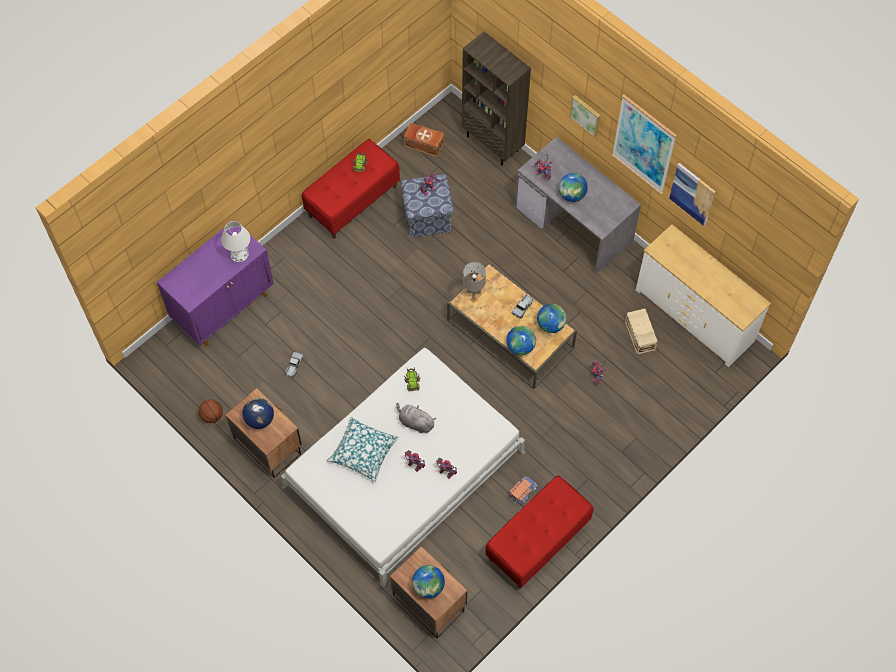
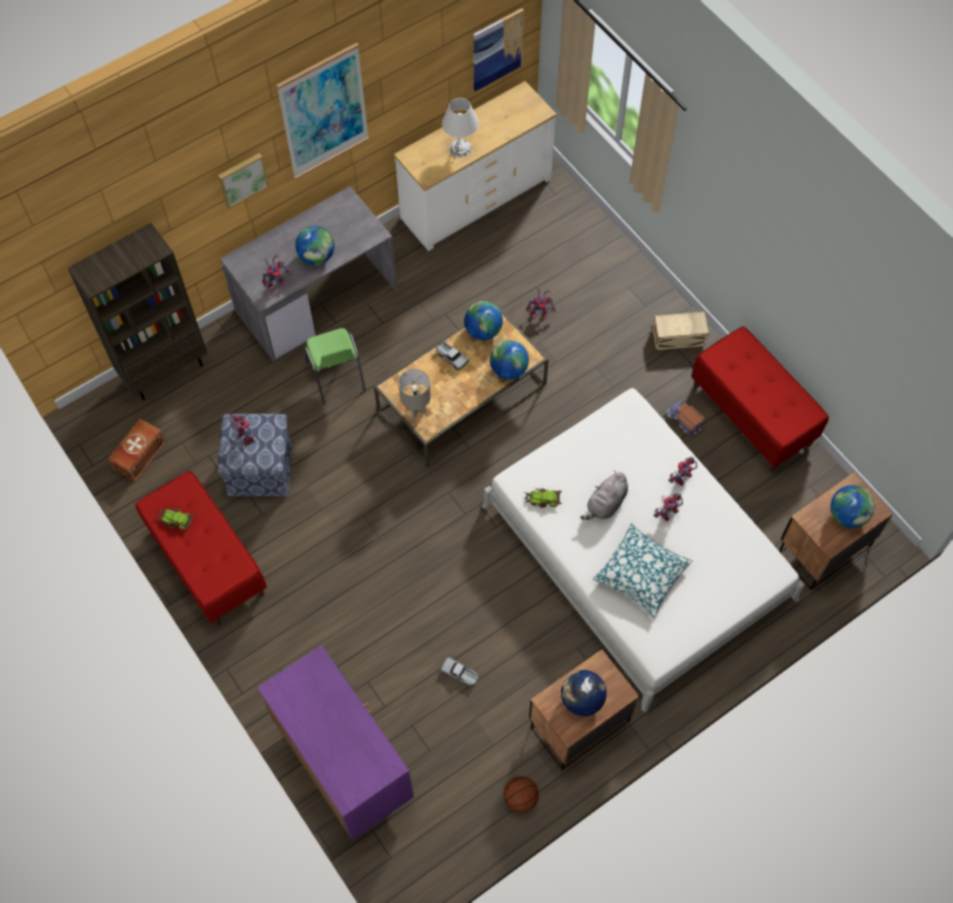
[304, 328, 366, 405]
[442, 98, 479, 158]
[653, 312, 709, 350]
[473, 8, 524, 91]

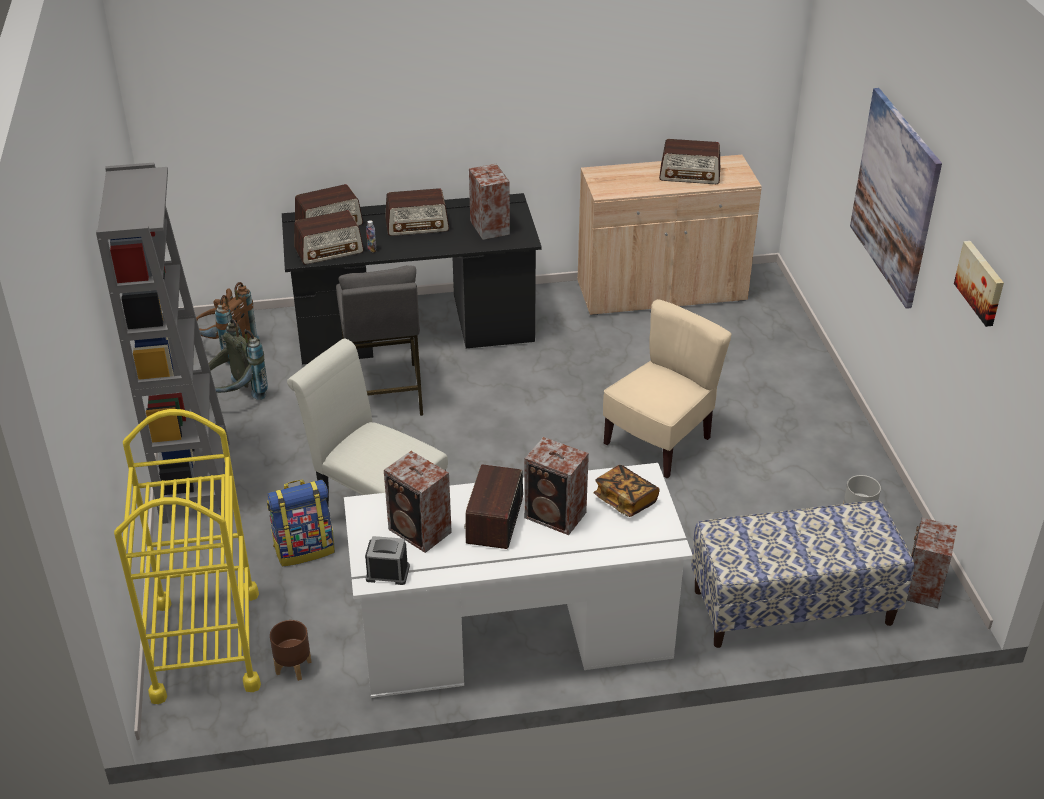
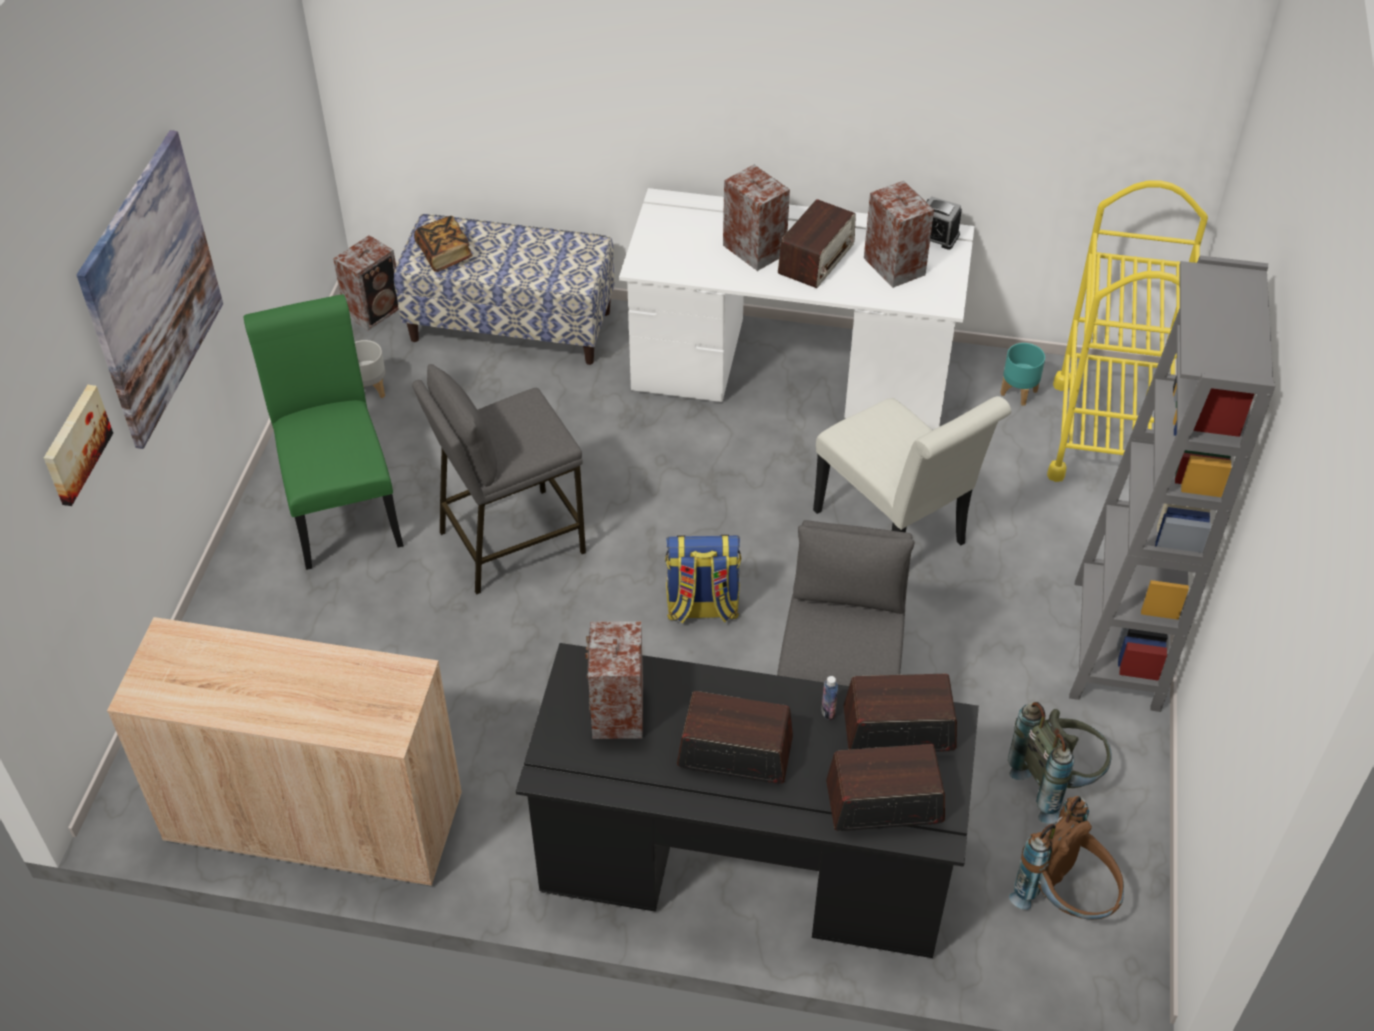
[659, 139, 720, 184] (first image)
[244, 294, 404, 570]
[665, 535, 741, 623]
[414, 216, 473, 272]
[44, 385, 113, 506]
[412, 364, 586, 595]
[1000, 343, 1045, 406]

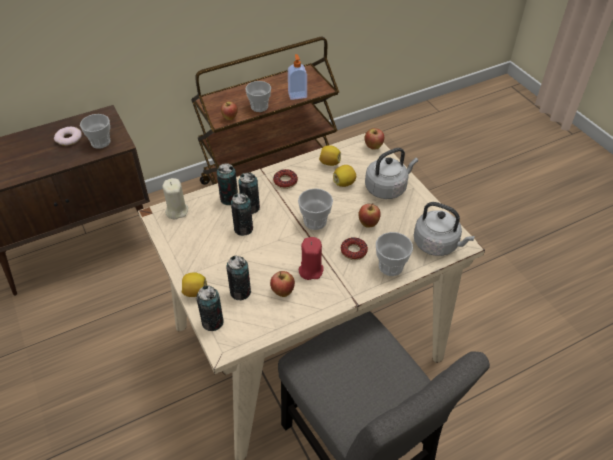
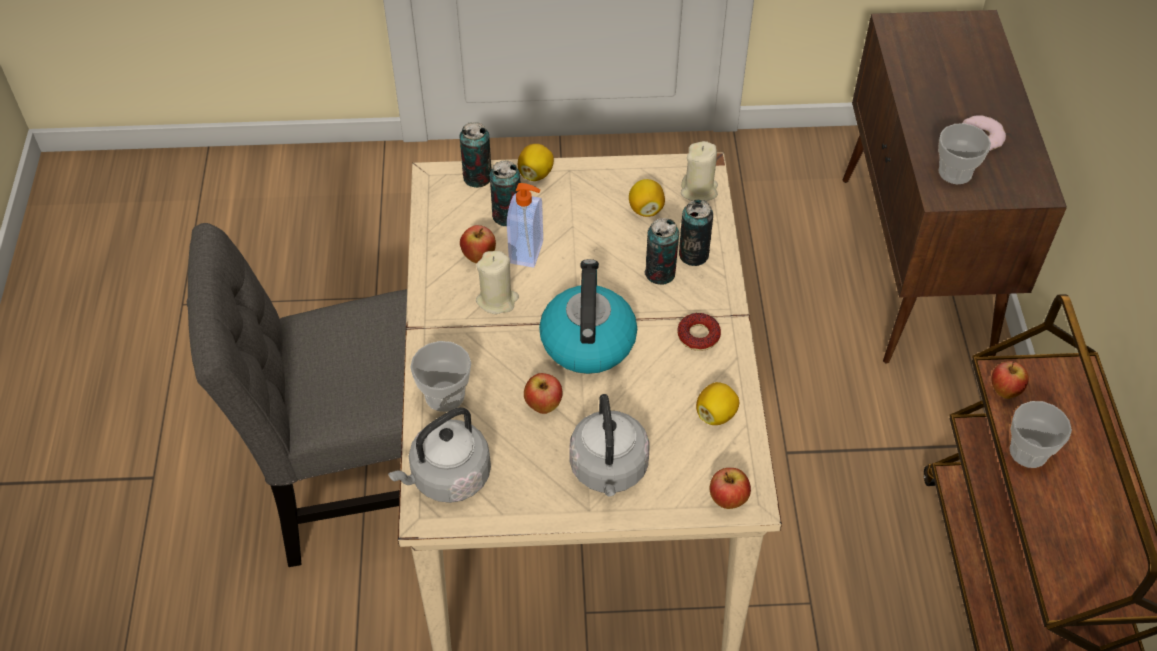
[231, 193, 253, 236] (first image)
[341, 237, 368, 260] (first image)
[507, 183, 543, 268]
[629, 179, 665, 217]
[539, 259, 637, 374]
[476, 251, 519, 314]

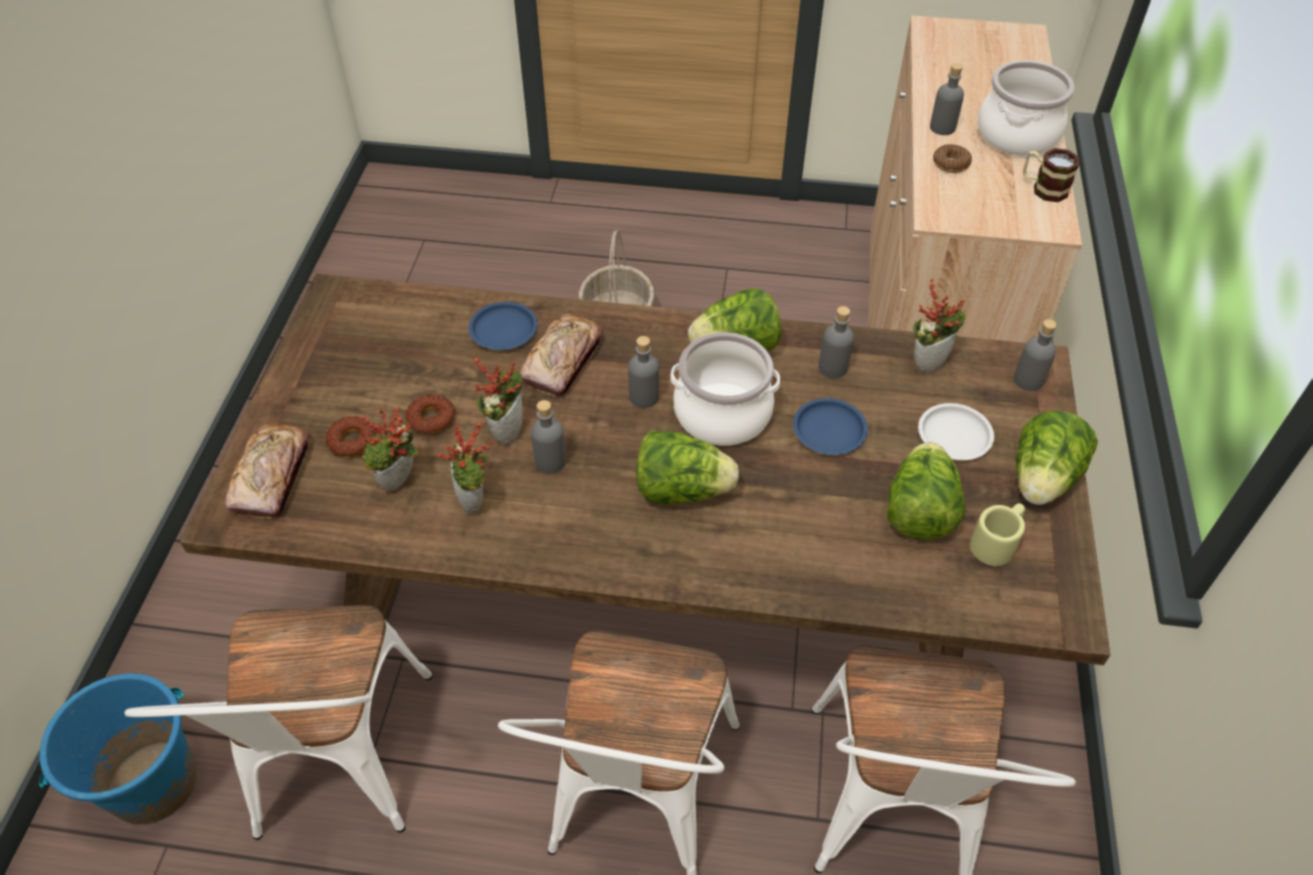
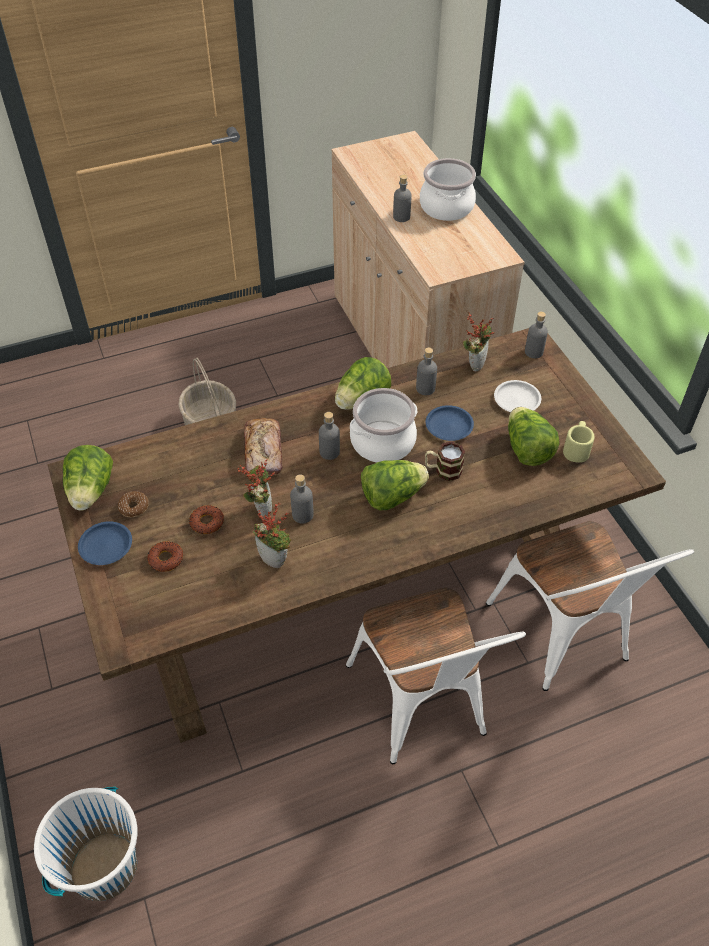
[125, 605, 432, 840] (first image)
[225, 424, 309, 519] (first image)
[360, 406, 419, 492] (first image)
[78, 521, 132, 565]
[118, 491, 149, 518]
[63, 445, 113, 511]
[425, 441, 465, 481]
[34, 787, 137, 901]

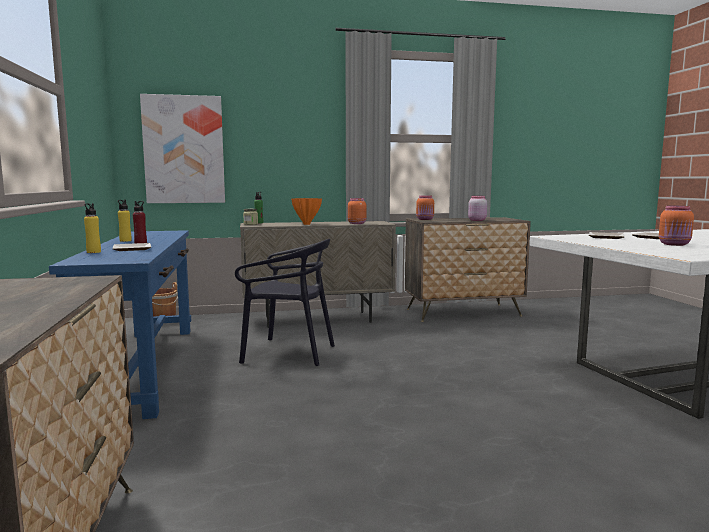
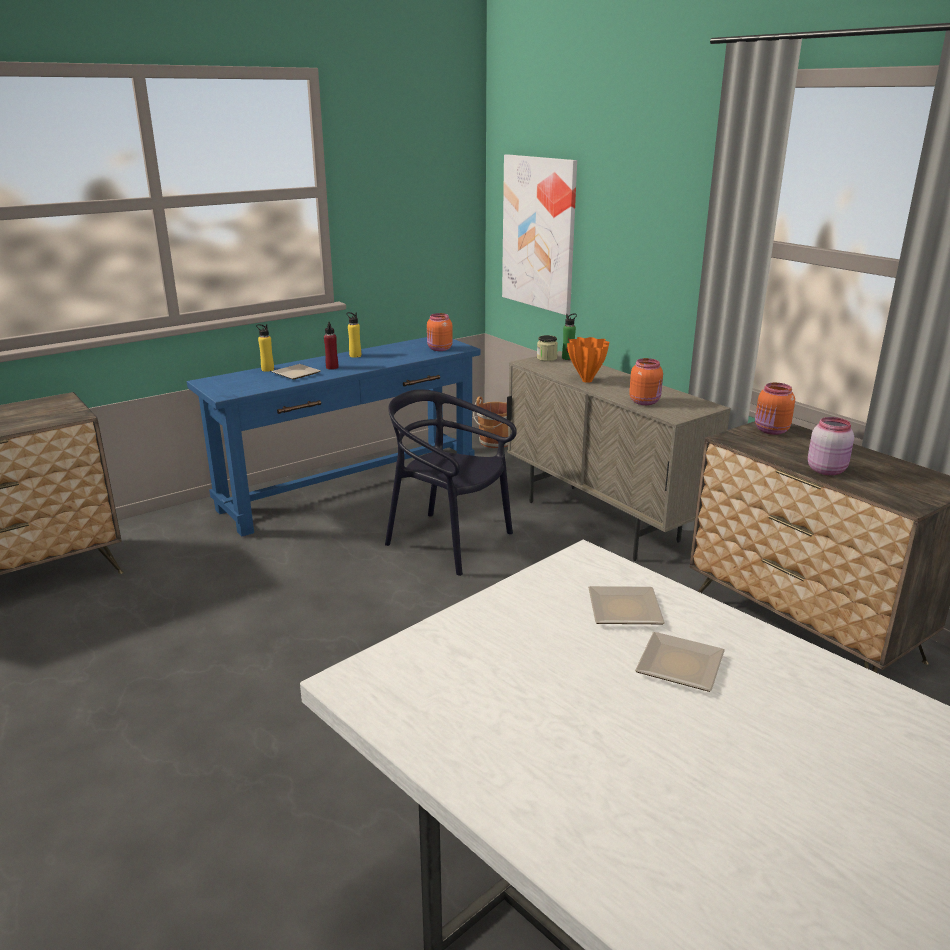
[427, 313, 453, 351]
[385, 389, 517, 576]

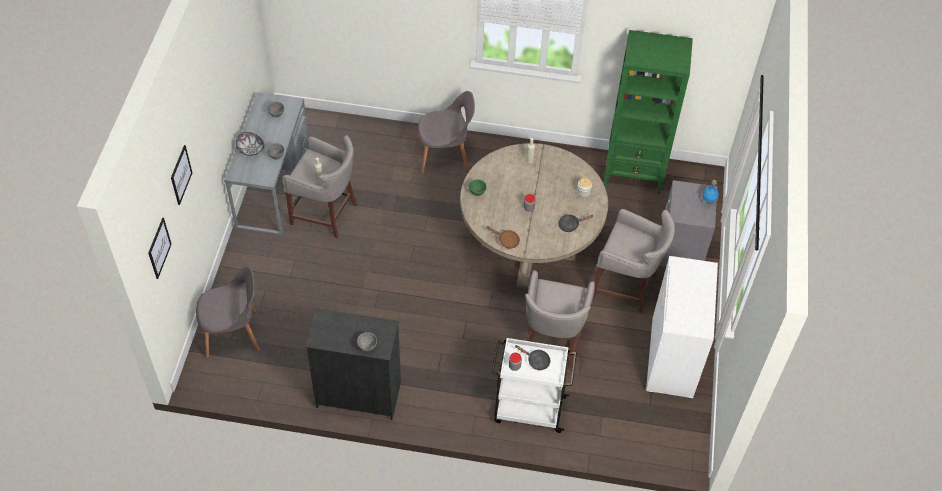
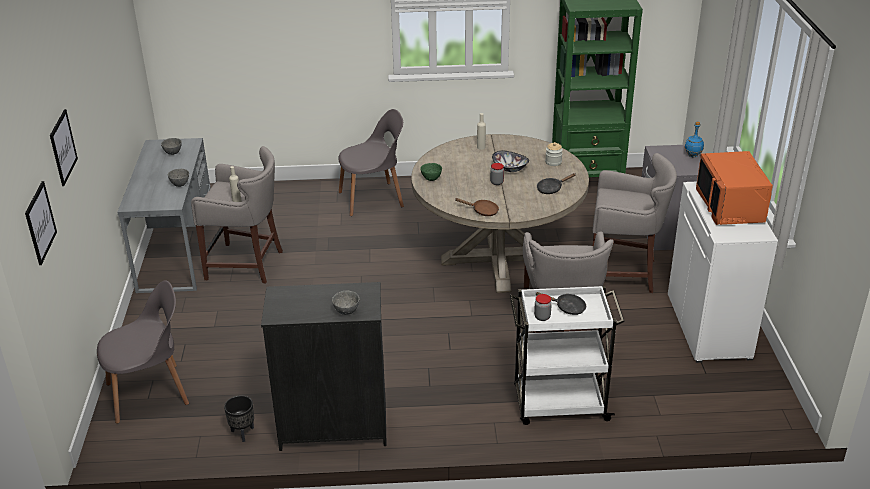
[224, 395, 254, 442]
[696, 151, 773, 225]
[492, 151, 529, 172]

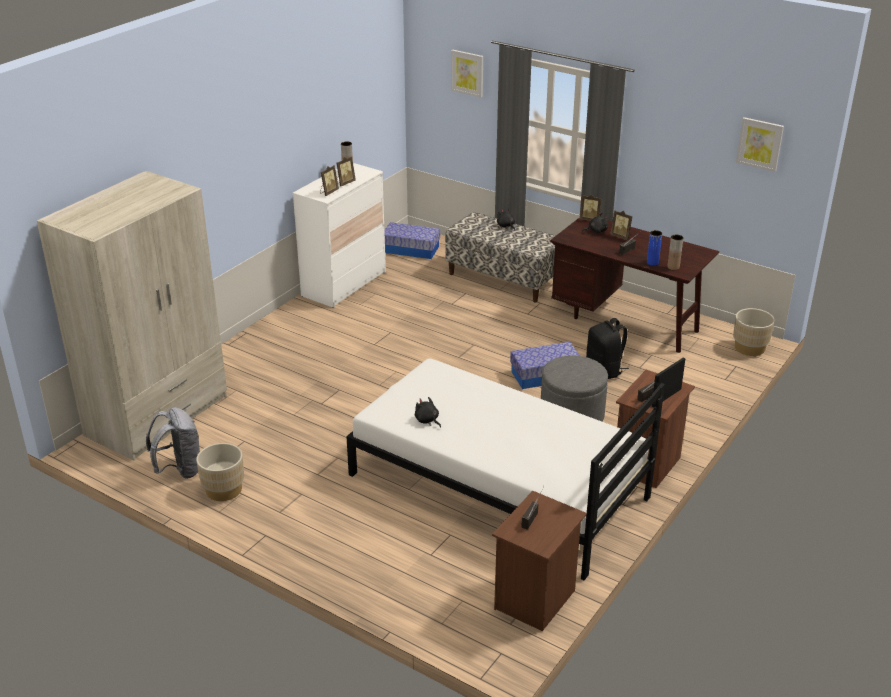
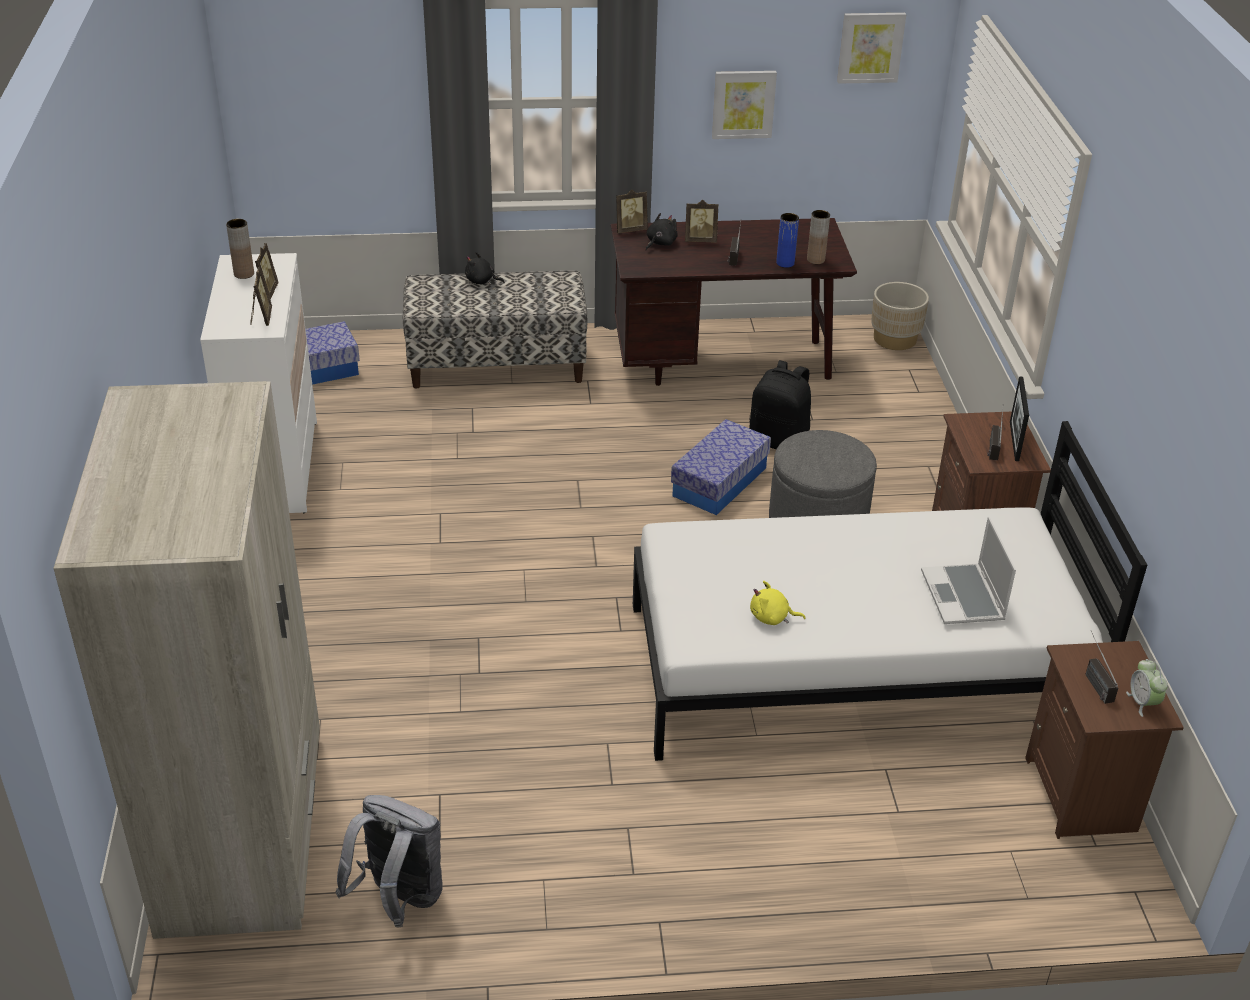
[196, 443, 244, 501] (first image)
[921, 517, 1016, 624]
[1126, 659, 1168, 717]
[712, 71, 777, 139]
[750, 581, 806, 625]

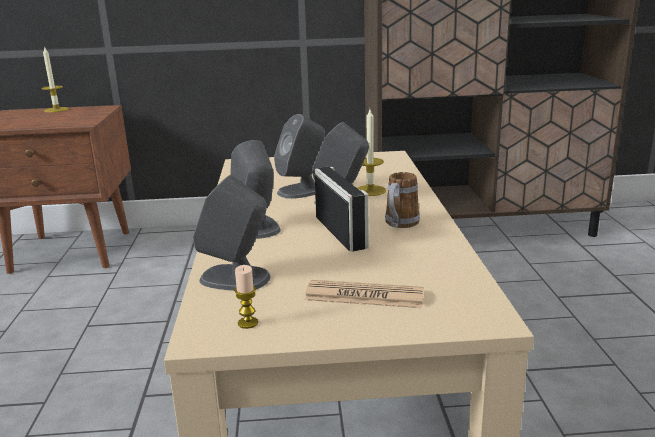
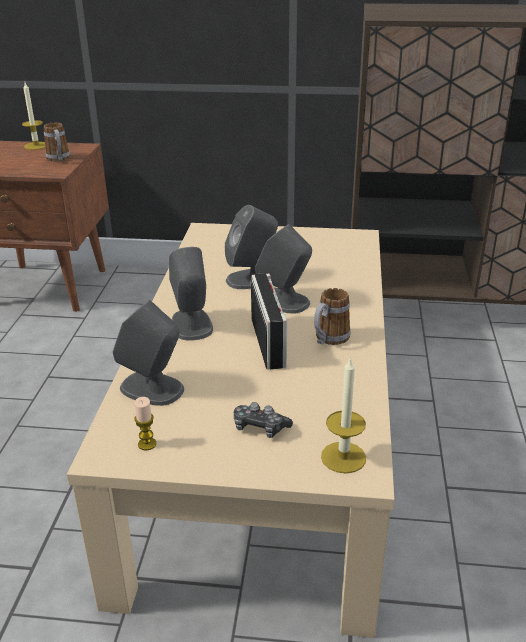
[44, 123, 70, 162]
[321, 357, 366, 474]
[234, 402, 293, 438]

